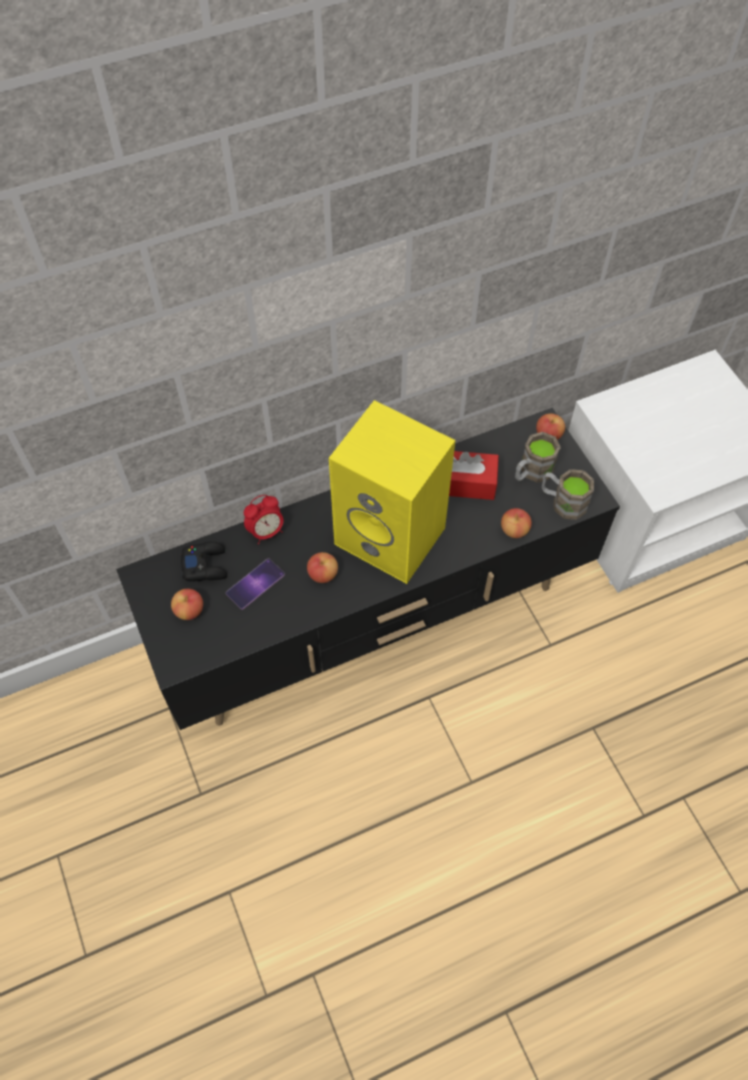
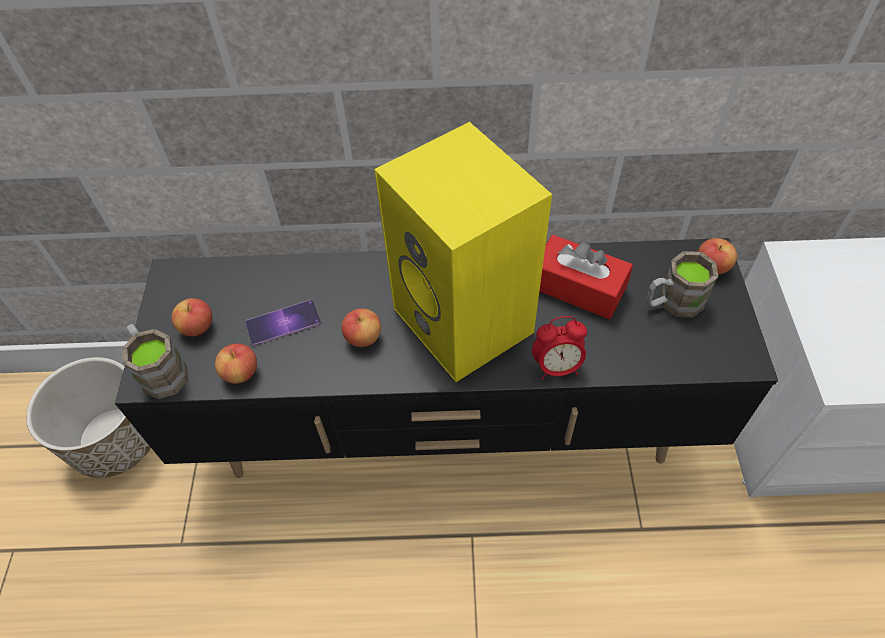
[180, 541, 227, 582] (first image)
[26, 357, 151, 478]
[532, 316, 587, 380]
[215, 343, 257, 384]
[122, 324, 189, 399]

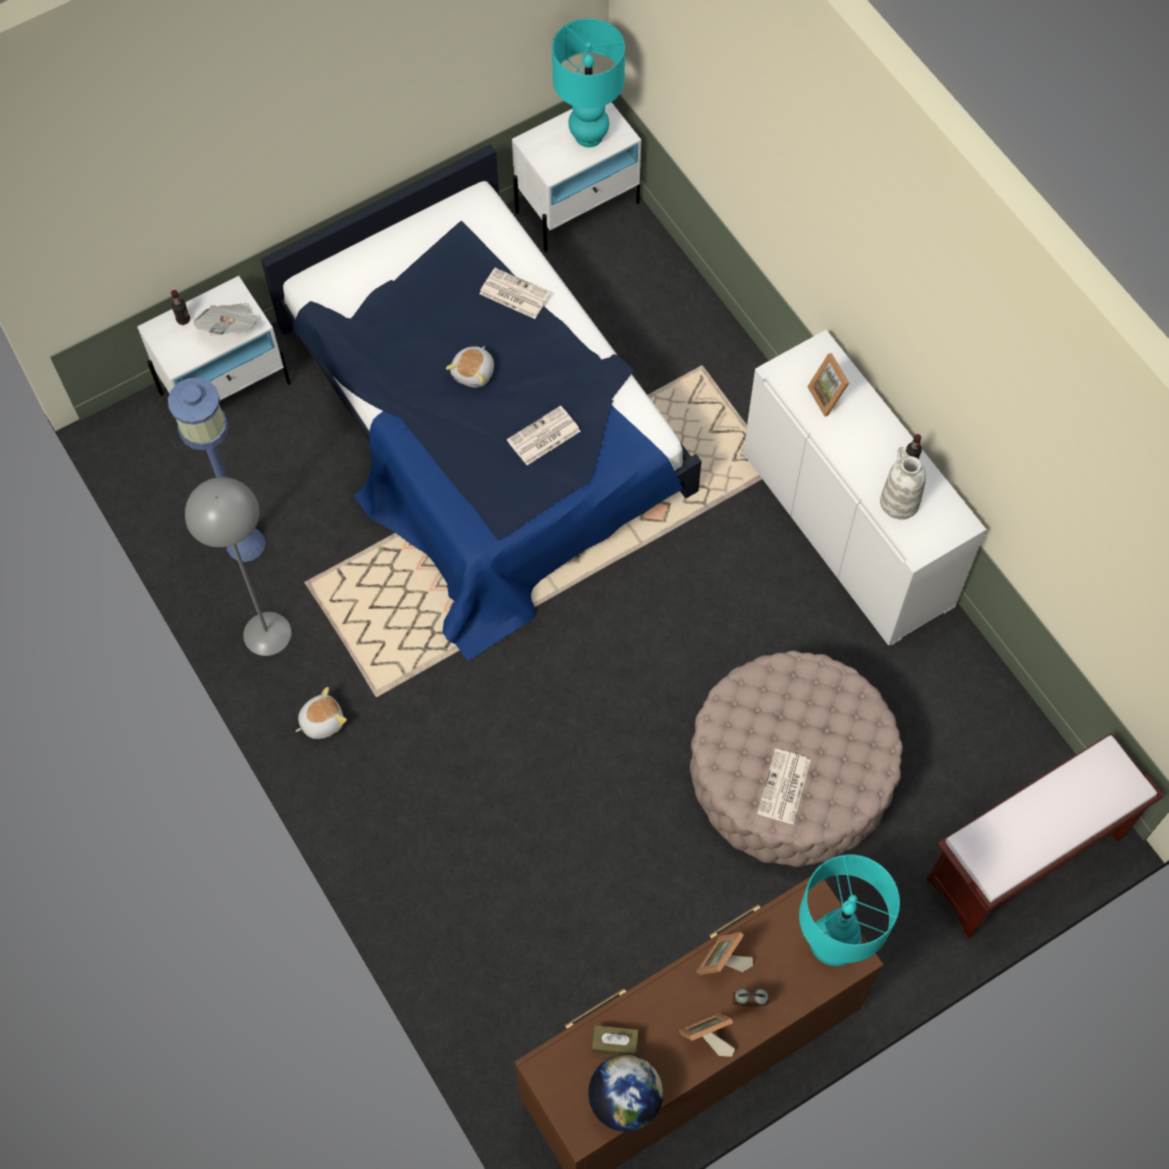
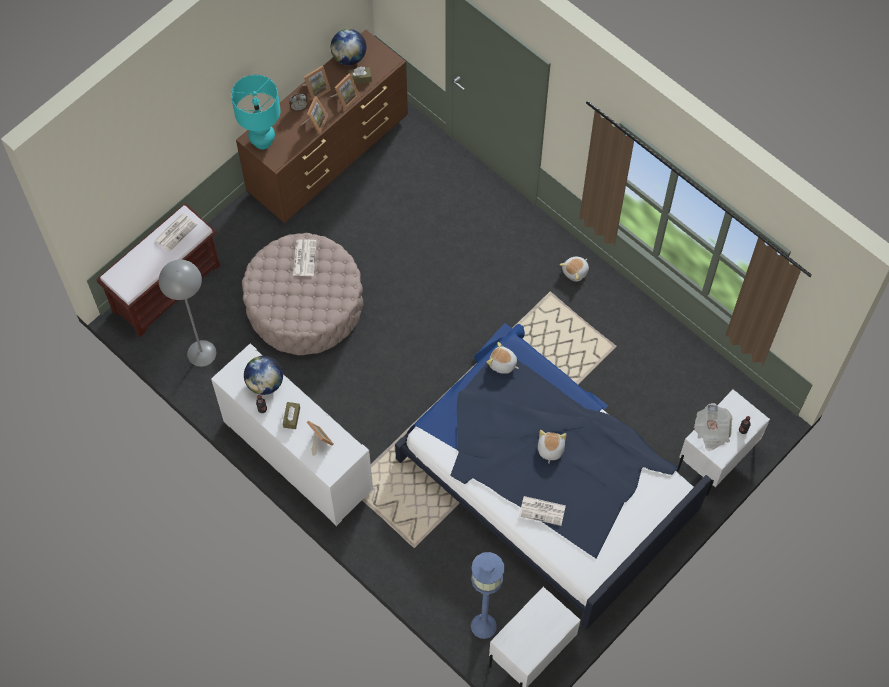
[552, 19, 625, 147] (first image)
[283, 402, 300, 429]
[331, 73, 360, 110]
[486, 342, 519, 374]
[471, 552, 504, 639]
[159, 260, 216, 367]
[154, 214, 197, 252]
[244, 356, 283, 395]

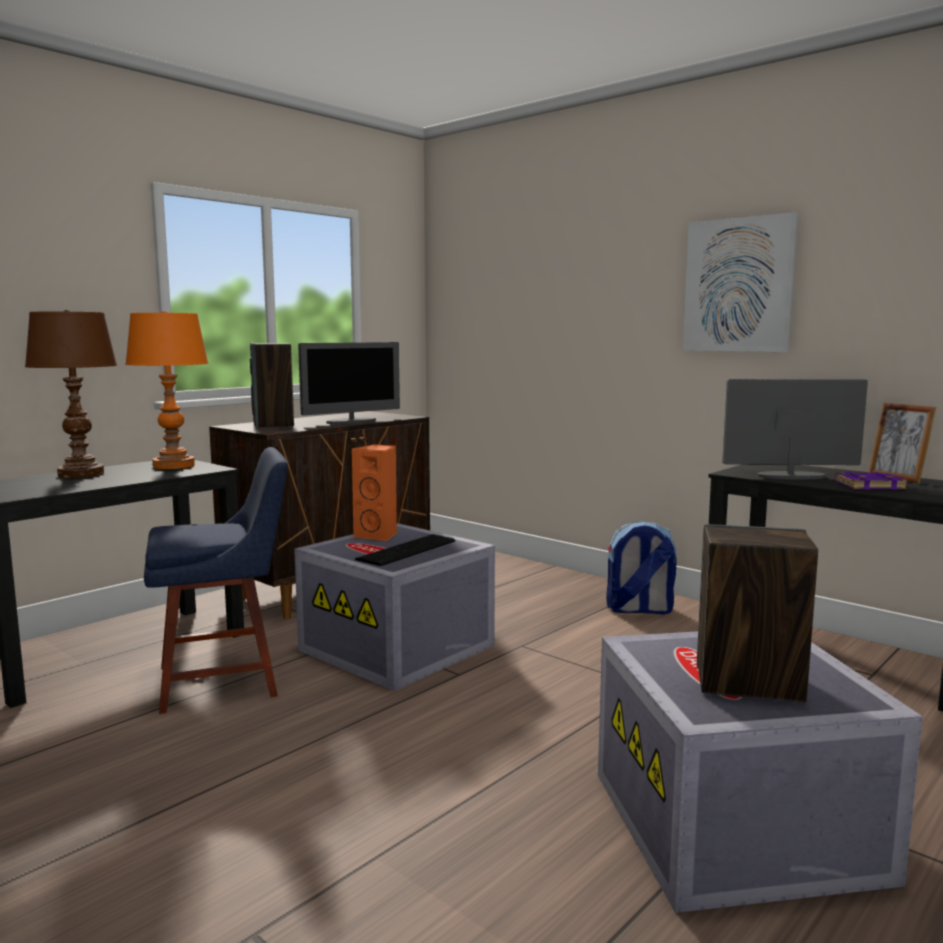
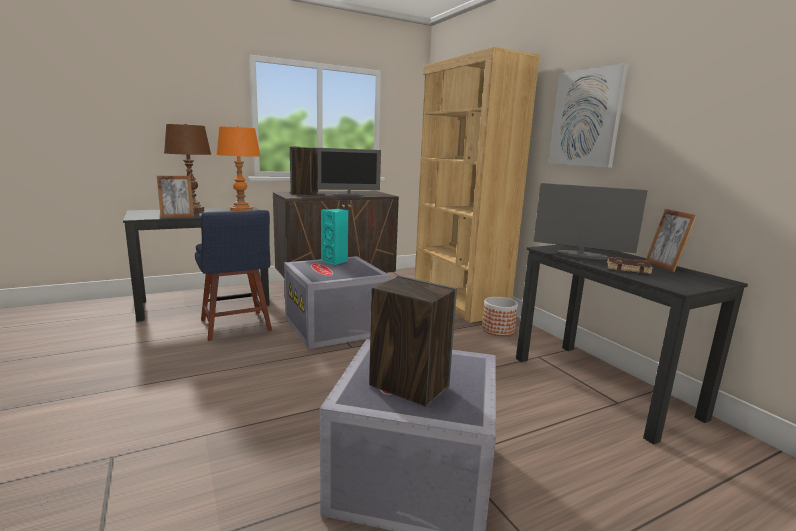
[355, 534, 455, 566] (first image)
[157, 176, 194, 218]
[415, 47, 540, 323]
[482, 297, 518, 336]
[321, 209, 349, 265]
[607, 257, 653, 274]
[195, 210, 272, 341]

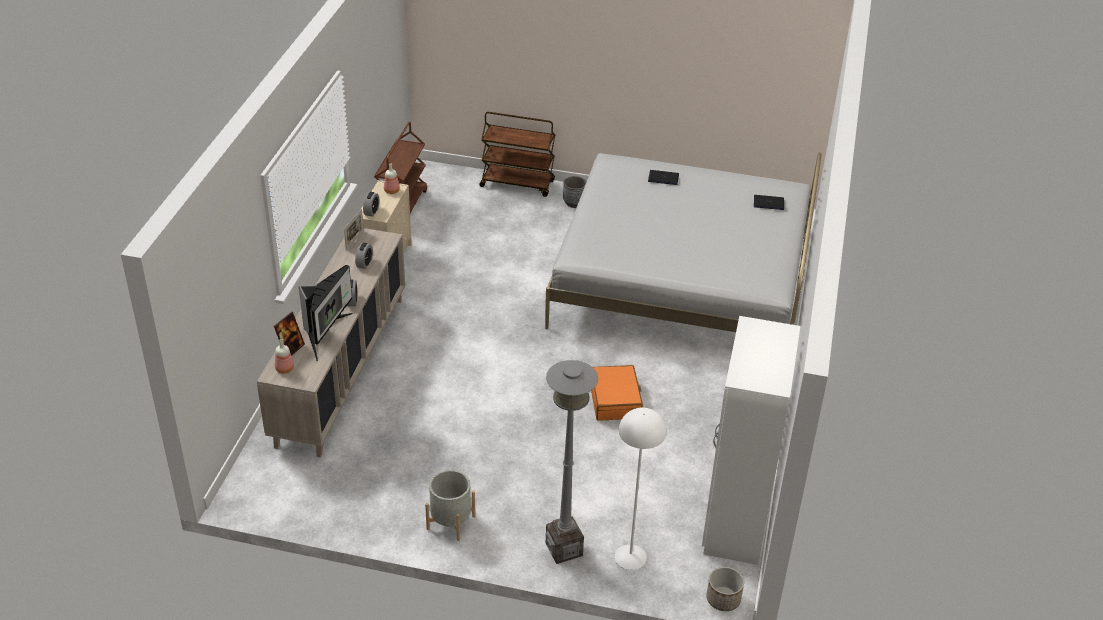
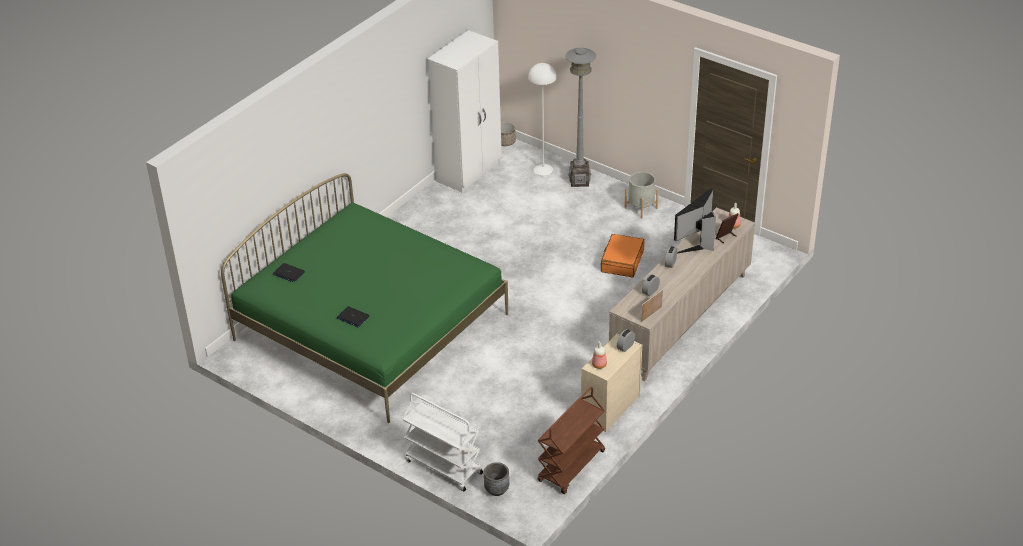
[484, 462, 509, 496]
[601, 234, 644, 277]
[403, 393, 483, 492]
[221, 173, 508, 423]

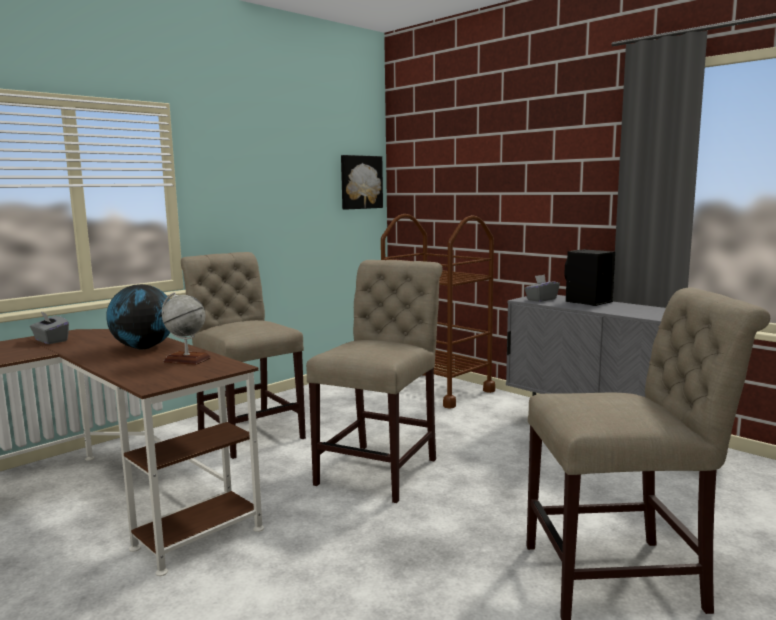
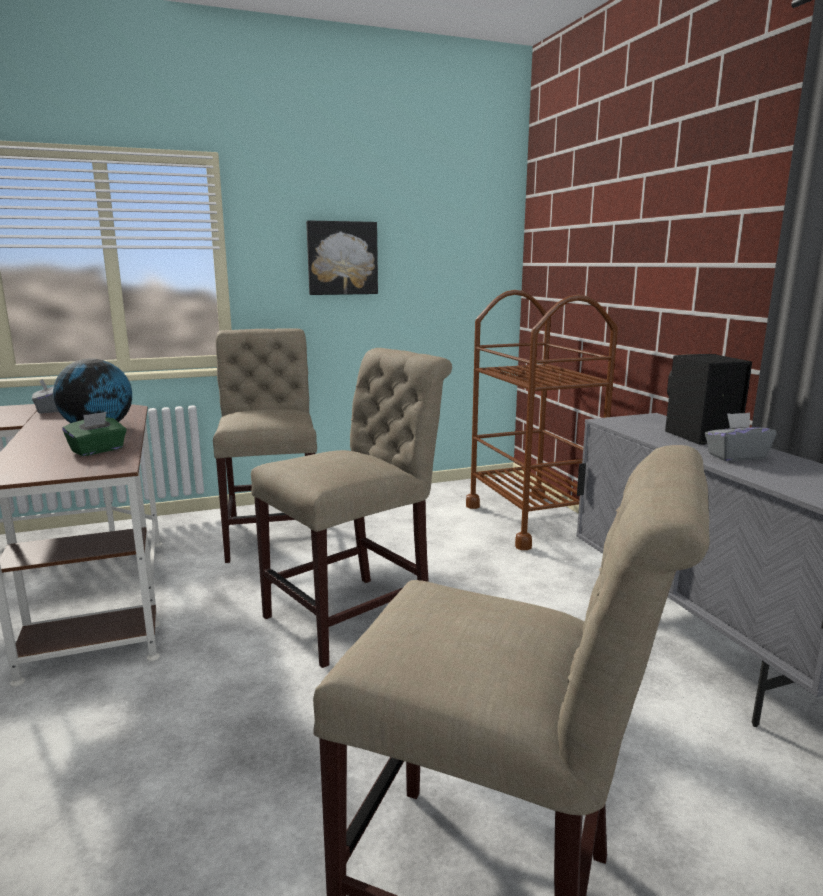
[306, 220, 378, 295]
[705, 413, 777, 461]
[63, 412, 126, 456]

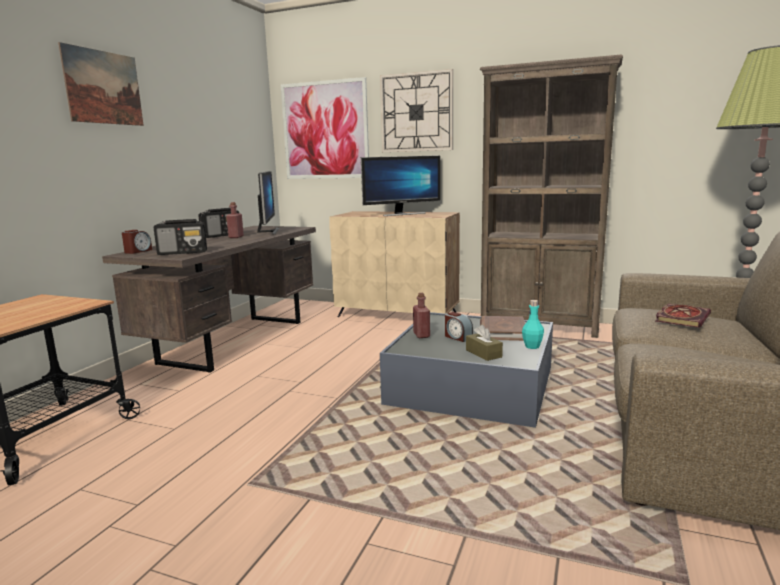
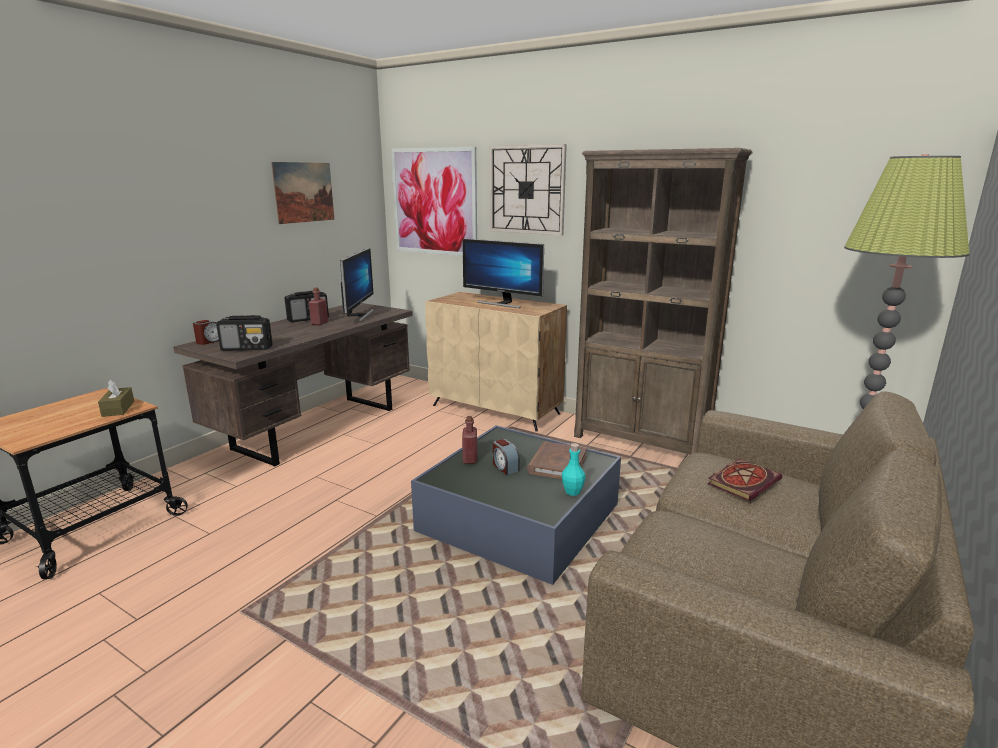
[271, 162, 334, 224]
[98, 380, 134, 417]
[462, 238, 544, 308]

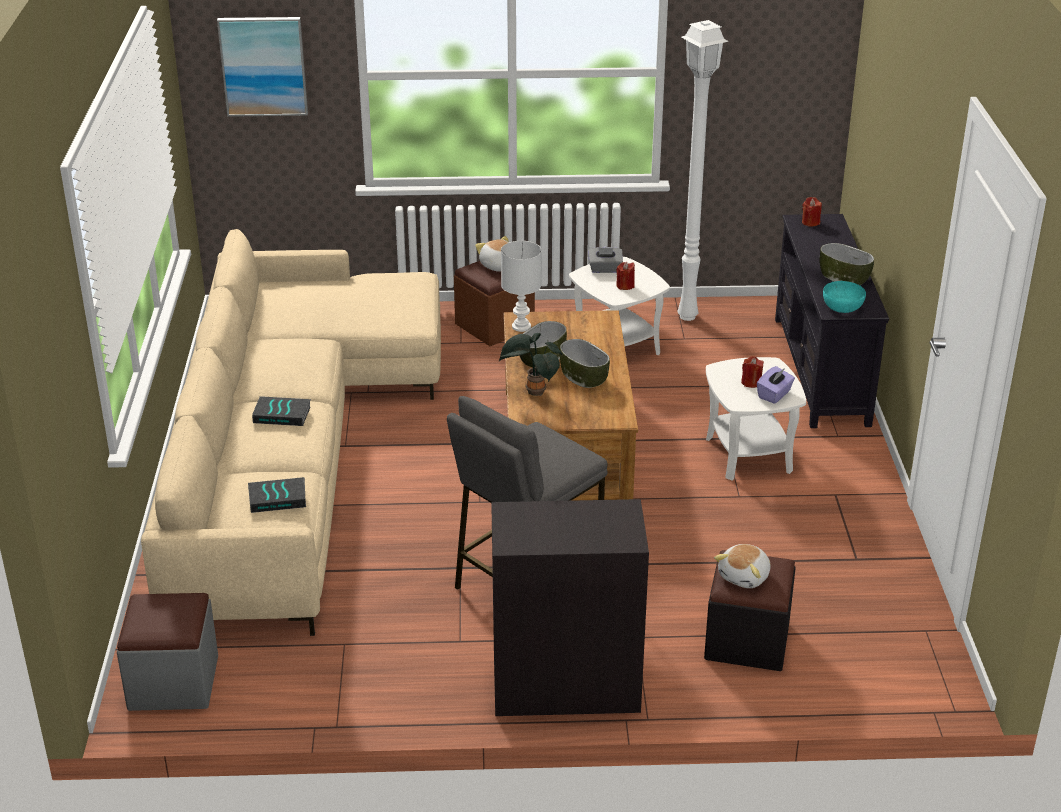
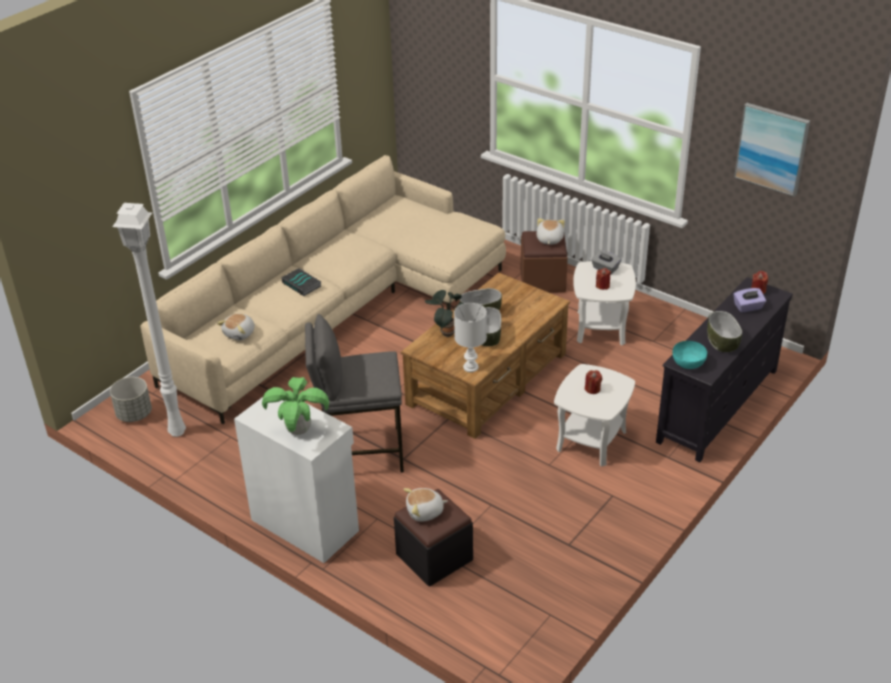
[262, 377, 329, 435]
[734, 103, 810, 197]
[454, 303, 487, 372]
[113, 203, 186, 437]
[733, 288, 766, 313]
[110, 377, 152, 422]
[217, 314, 255, 340]
[234, 397, 359, 563]

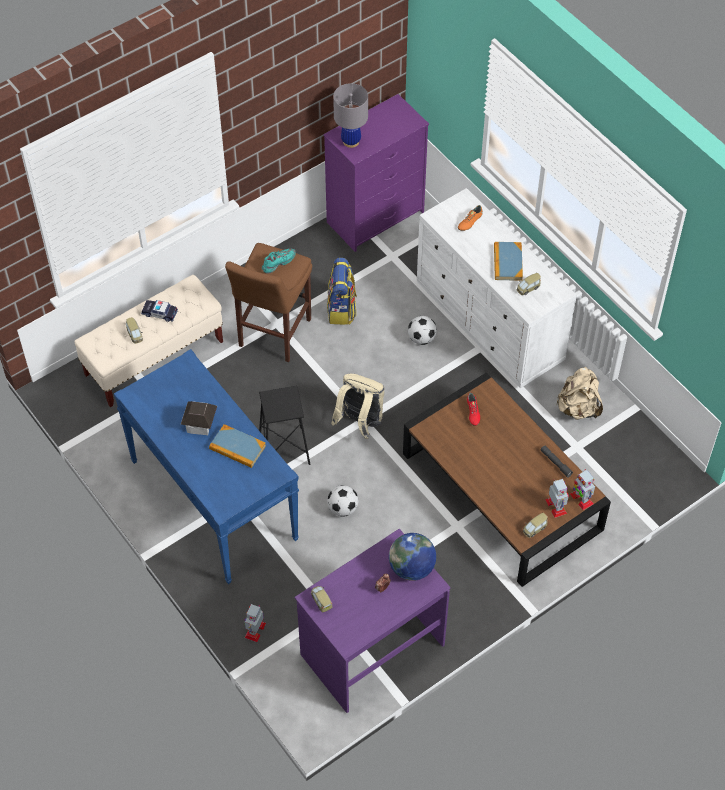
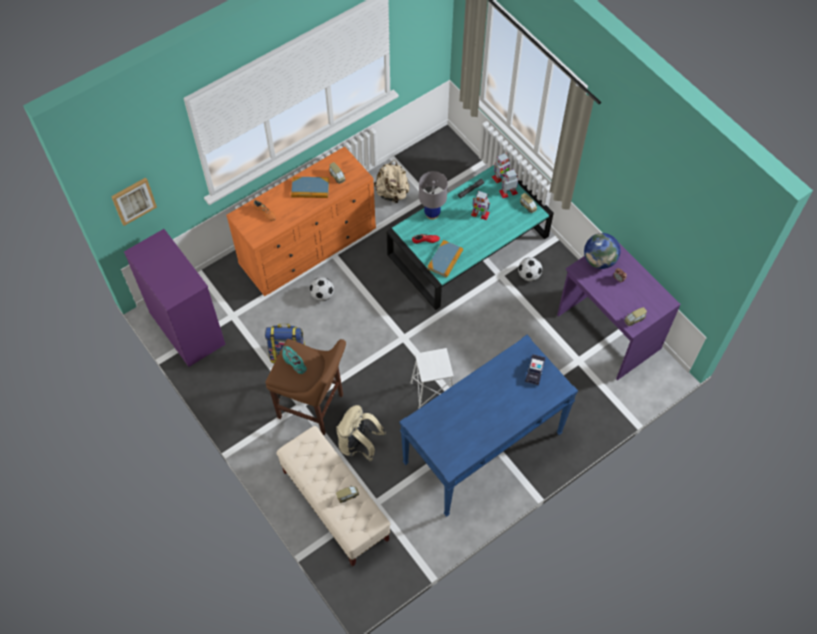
[181, 401, 217, 435] (first image)
[111, 177, 157, 226]
[525, 354, 546, 386]
[427, 240, 463, 278]
[471, 191, 490, 220]
[518, 257, 542, 281]
[336, 405, 386, 461]
[419, 171, 448, 220]
[411, 348, 454, 408]
[387, 165, 554, 310]
[226, 147, 376, 296]

